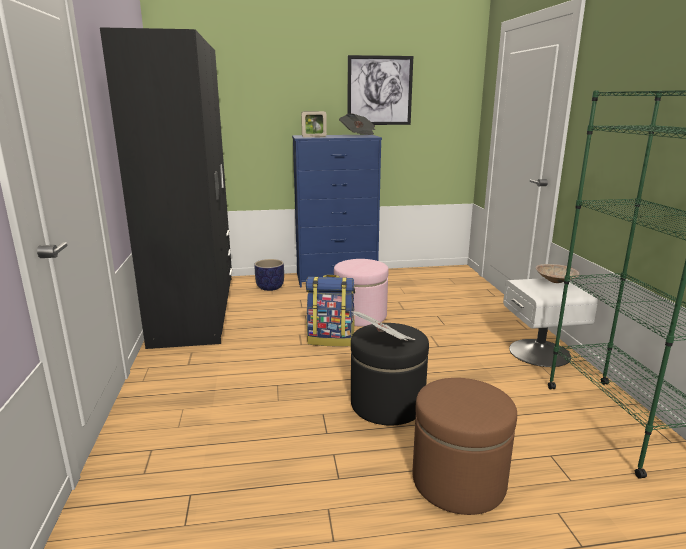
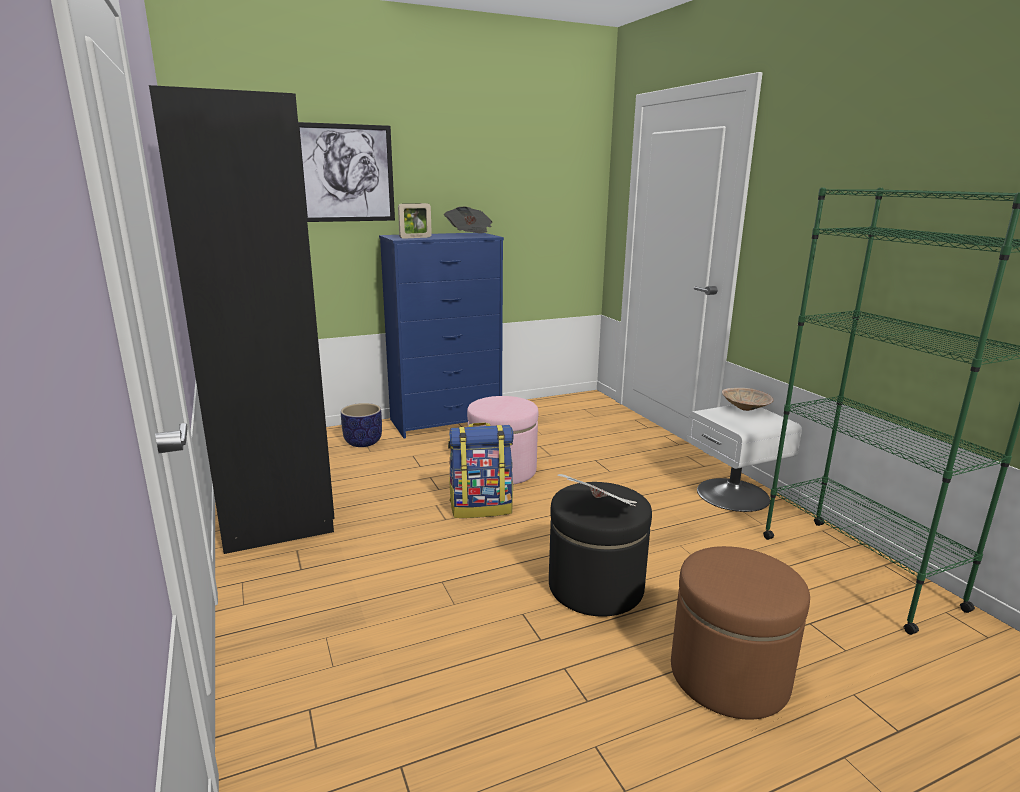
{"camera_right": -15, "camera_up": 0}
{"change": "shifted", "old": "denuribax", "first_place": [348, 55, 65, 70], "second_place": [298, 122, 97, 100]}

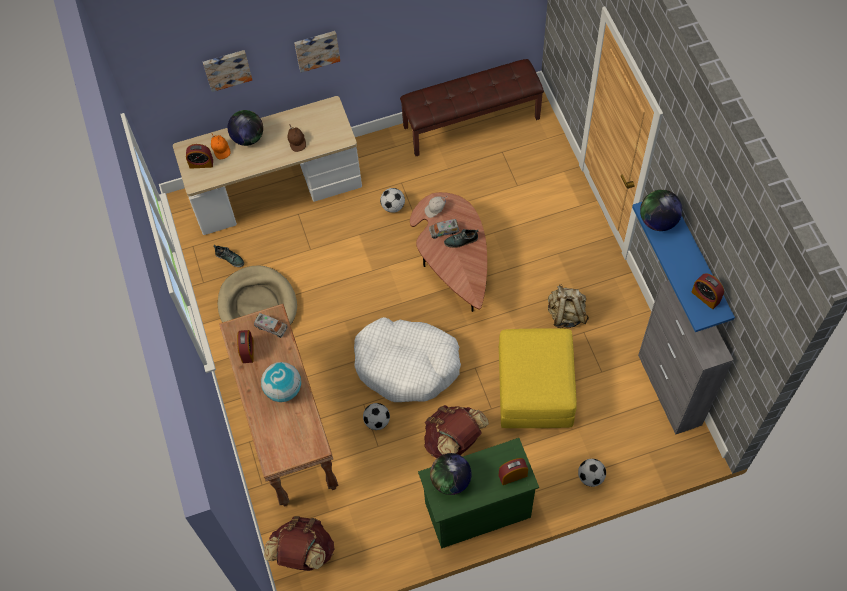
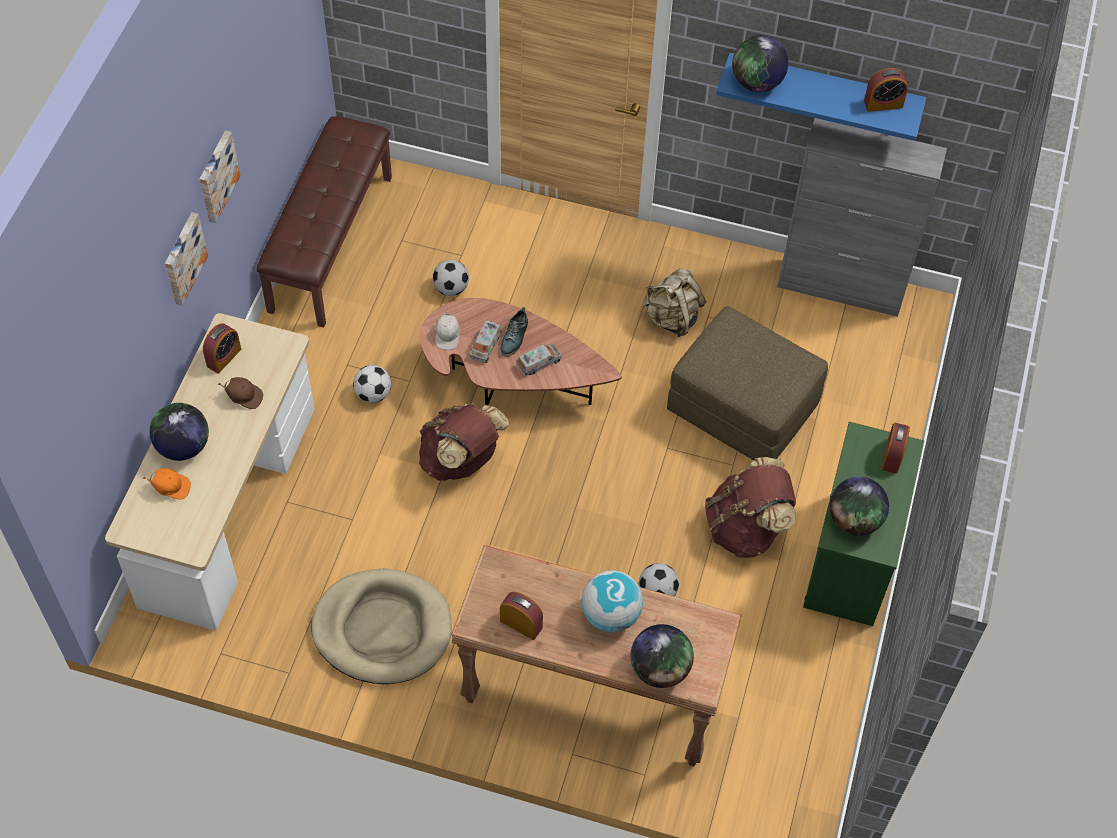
{"camera_right": -60, "camera_up": -5}
{"change": "shifted", "old": "denuribax", "first_place": [203, 50, 49, 42], "second_place": [200, 131, 40, 92]}
{"change": "shifted", "old": "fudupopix", "first_place": [186, 144, 27, 25], "second_place": [203, 323, 38, 51]}
{"change": "shifted", "old": "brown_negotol", "first_place": [264, 516, 70, 55], "second_place": [419, 403, 91, 78]}
{"change": "shifted", "old": "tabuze", "first_place": [578, 459, 28, 28], "second_place": [433, 260, 36, 36]}
{"change": "shifted", "old": "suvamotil", "first_place": [254, 313, 34, 25], "second_place": [517, 344, 45, 32]}
{"change": "new", "new": "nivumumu", "second_place": [631, 624, 63, 64]}
{"change": "repainted", "old": "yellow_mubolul", "new": "brown_mubolul", "first_place": [499, 328, 78, 100], "second_place": [667, 306, 161, 154]}
{"change": "gone", "old": "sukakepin", "first_place": [213, 245, 31, 22]}
{"change": "gone", "old": "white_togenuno", "first_place": [354, 317, 107, 85]}

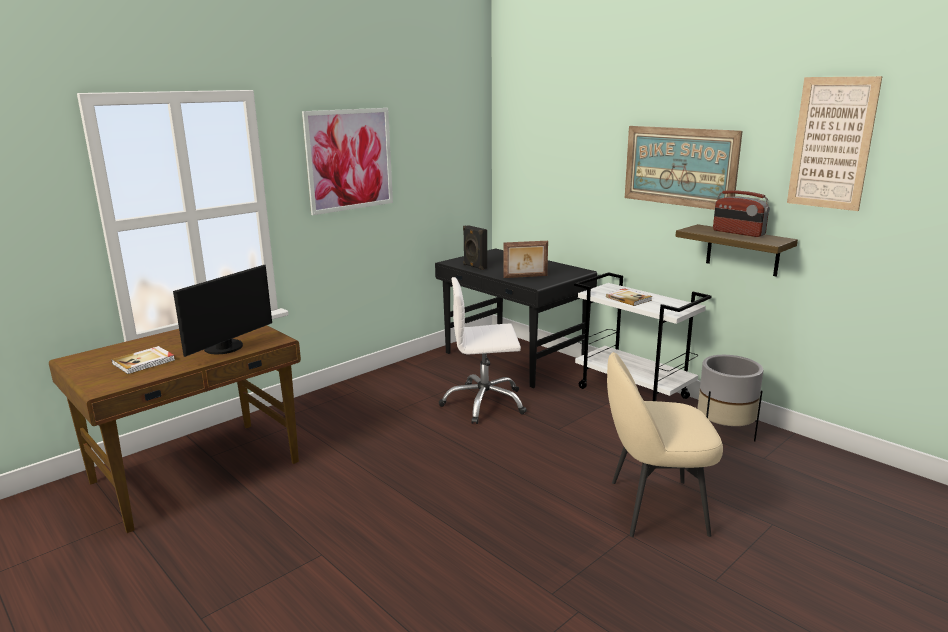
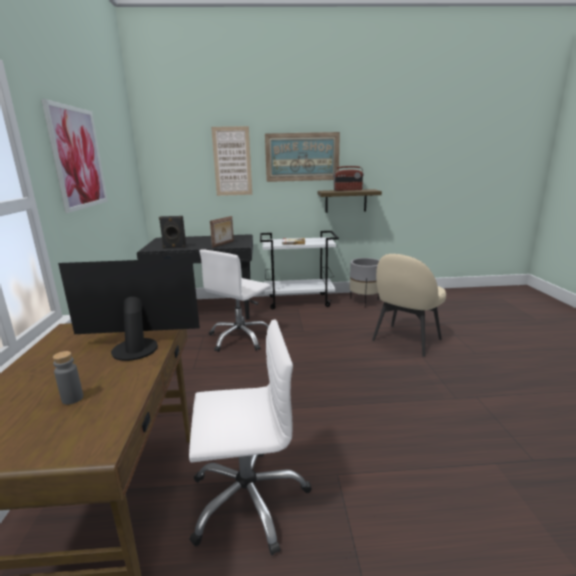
{"camera_right": -50, "camera_up": 0}
{"change": "swapped", "old": "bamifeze", "new": "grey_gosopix", "first_place": [111, 346, 64, 28], "second_place": [53, 351, 30, 54]}
{"change": "rotated", "old": "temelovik", "first_place": [173, 265, 99, 92], "second_place": [58, 258, 142, 103], "degrees": -75}
{"change": "new", "new": "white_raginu", "second_place": [189, 320, 123, 235]}
{"change": "shifted", "old": "denuribax", "first_place": [787, 76, 95, 135], "second_place": [211, 126, 41, 70]}

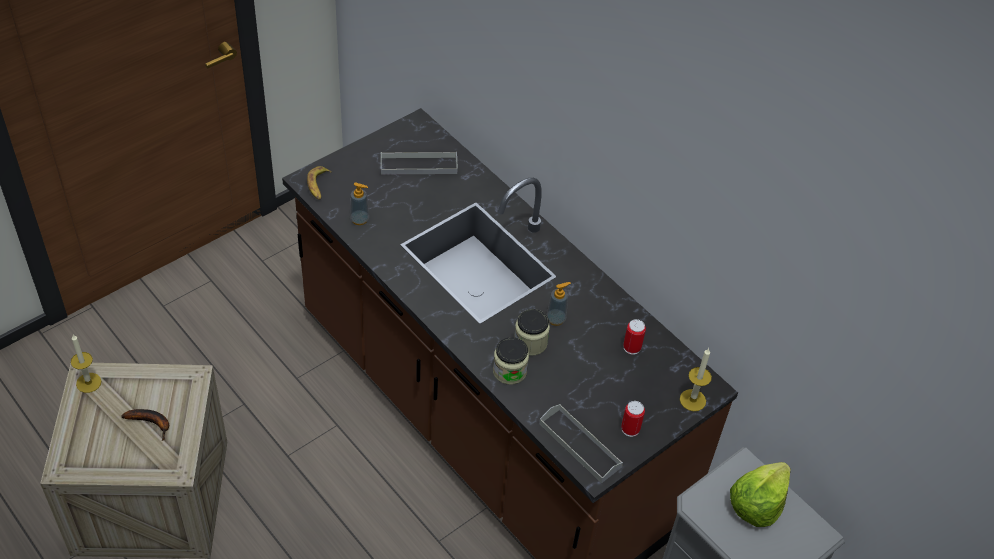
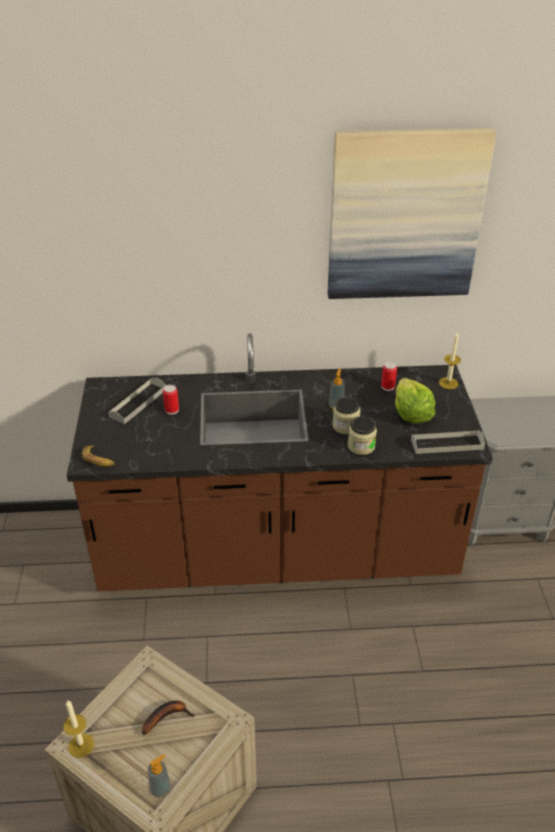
{"camera_right": -50, "camera_up": -10}
{"change": "shifted", "old": "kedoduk", "first_place": [350, 182, 19, 43], "second_place": [148, 754, 23, 44]}
{"change": "shifted", "old": "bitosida", "first_place": [621, 401, 24, 36], "second_place": [163, 385, 16, 30]}
{"change": "new", "new": "denuribax", "second_place": [328, 128, 168, 171]}
{"change": "shifted", "old": "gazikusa", "first_place": [730, 462, 61, 65], "second_place": [395, 378, 41, 46]}

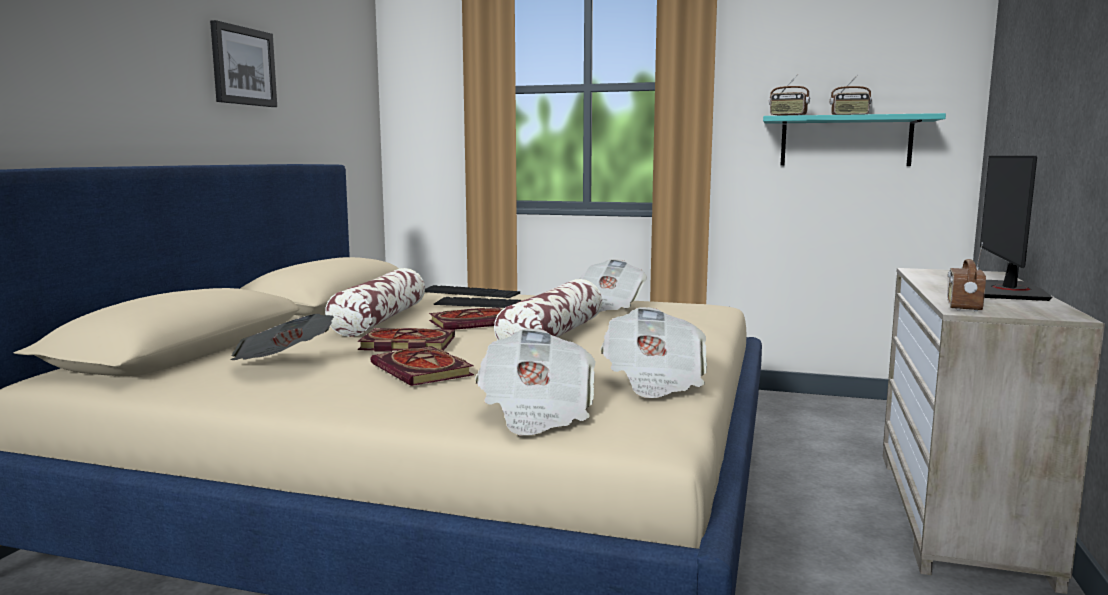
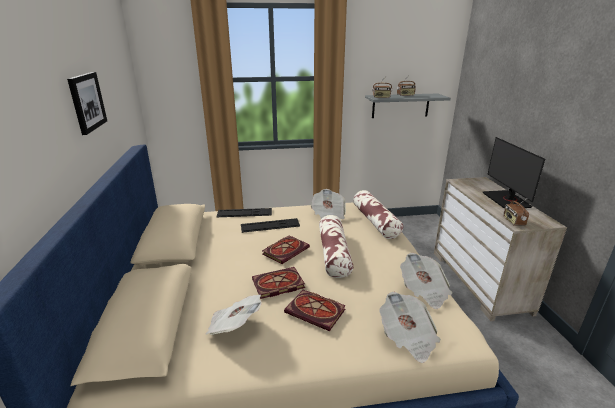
{"camera_right": -25, "camera_up": 15}
{"change": "shifted", "old": "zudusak", "first_place": [325, 268, 100, 69], "second_place": [353, 190, 50, 49]}
{"change": "repainted", "old": "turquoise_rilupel", "new": "grey_rilupel", "first_place": [763, 113, 183, 53], "second_place": [365, 94, 86, 24]}

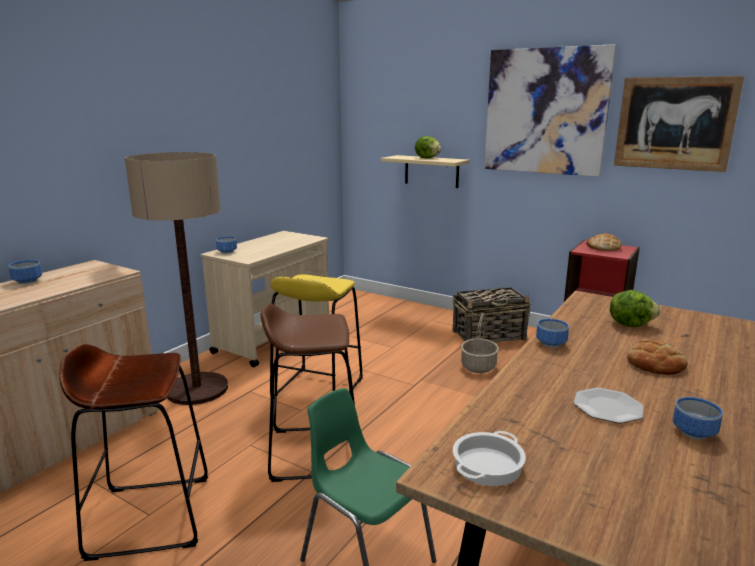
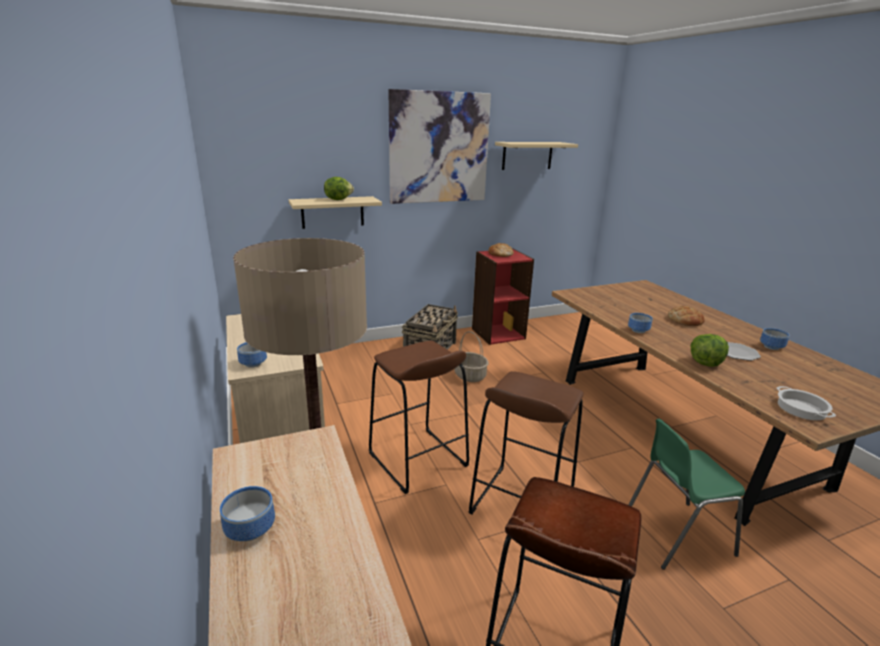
{"camera_right": -55, "camera_up": 5}
{"change": "repainted", "old": "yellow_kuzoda", "new": "brown_kuzoda", "first_place": [270, 274, 93, 123], "second_place": [369, 341, 100, 153]}
{"change": "swapped", "old": "denuribax", "new": "beige_rilupel", "first_place": [614, 76, 130, 96], "second_place": [495, 142, 83, 28]}
{"change": "shifted", "old": "gazikusa", "first_place": [610, 290, 50, 37], "second_place": [691, 334, 38, 33]}

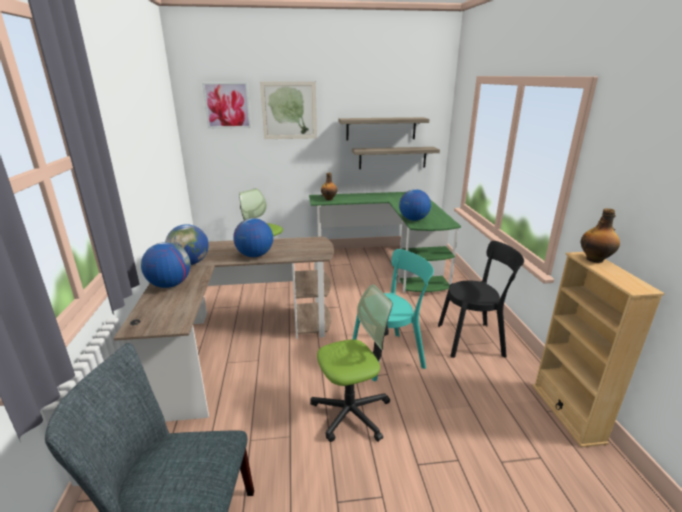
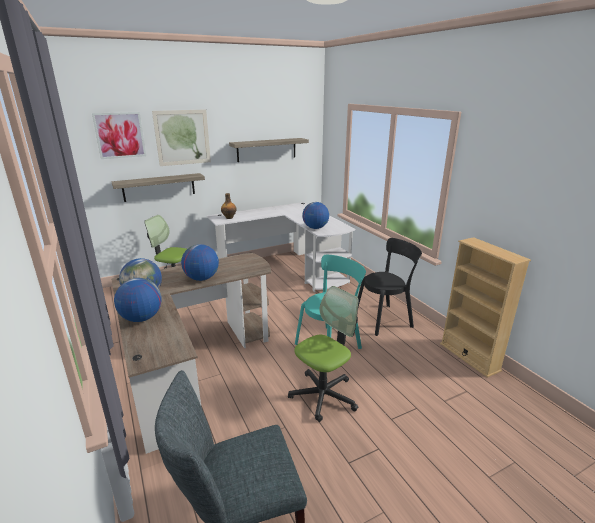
{"camera_right": -20, "camera_up": 0}
{"change": "shifted", "old": "rilupel", "first_place": [352, 147, 88, 22], "second_place": [112, 173, 93, 29]}
{"change": "repainted", "old": "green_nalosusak", "new": "white_nalosusak", "first_place": [309, 192, 152, 101], "second_place": [207, 202, 148, 90]}
{"change": "gone", "old": "gosopix", "first_place": [581, 208, 39, 55]}

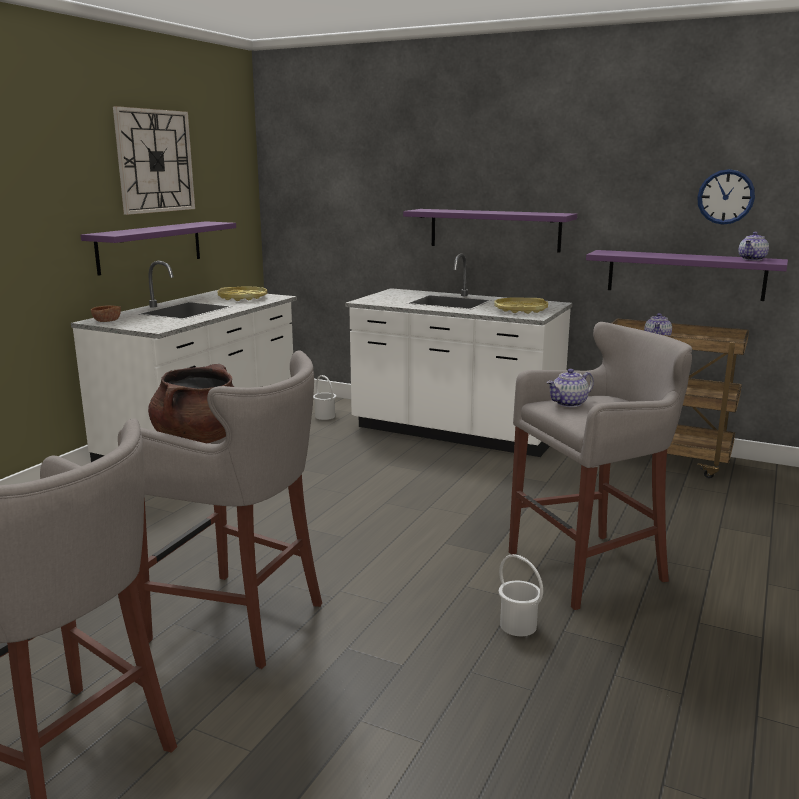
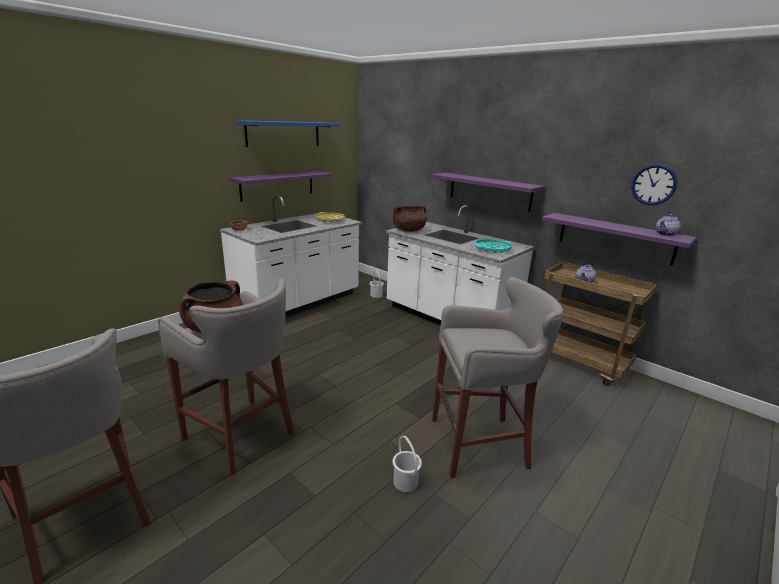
{"camera_right": 15, "camera_up": 5}
{"change": "swapped", "old": "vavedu", "new": "blue_rilupel", "first_place": [113, 106, 82, 109], "second_place": [235, 120, 105, 27]}
{"change": "new", "new": "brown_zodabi", "second_place": [393, 205, 34, 27]}
{"change": "repainted", "old": "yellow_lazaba", "new": "turquoise_lazaba", "first_place": [494, 297, 54, 17], "second_place": [475, 239, 37, 14]}
{"change": "gone", "old": "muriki", "first_place": [546, 369, 48, 38]}

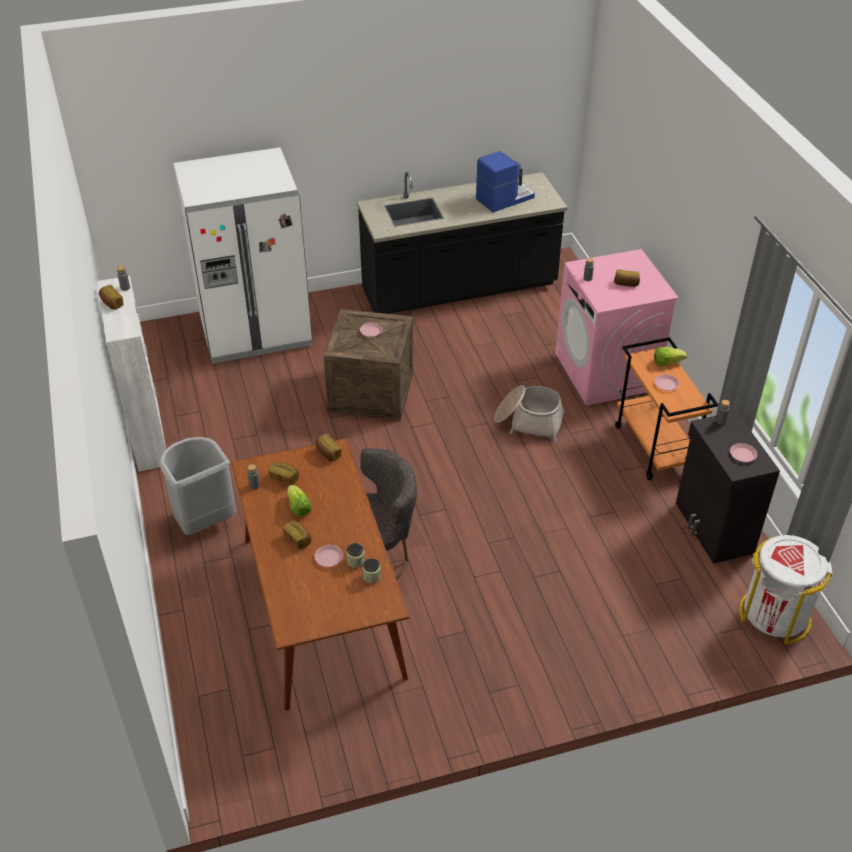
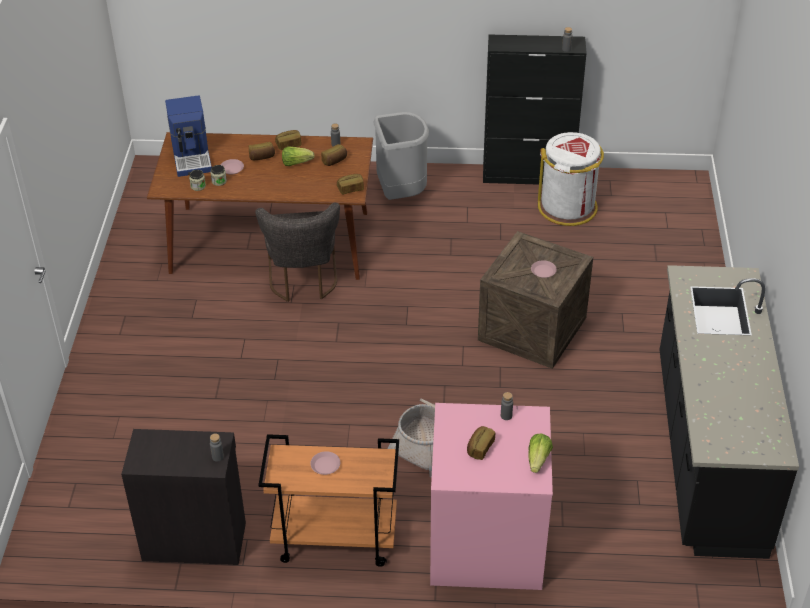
{"camera_right": 110, "camera_up": 0}
{"change": "shifted", "old": "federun", "first_place": [476, 151, 59, 61], "second_place": [165, 95, 47, 82]}
{"change": "shifted", "old": "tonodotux", "first_place": [99, 285, 25, 25], "second_place": [275, 130, 26, 20]}
{"change": "repainted", "old": "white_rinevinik", "new": "black_rinevinik", "first_place": [98, 276, 68, 196], "second_place": [483, 35, 104, 150]}
{"change": "shifted", "old": "gazikusa", "first_place": [654, 347, 33, 19], "second_place": [528, 433, 25, 40]}
{"change": "shifted", "old": "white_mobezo", "first_place": [739, 535, 94, 110], "second_place": [538, 132, 66, 94]}
{"change": "gone", "old": "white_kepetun", "first_place": [173, 147, 139, 216]}
{"change": "gone", "old": "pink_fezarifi", "first_place": [730, 443, 27, 19]}

